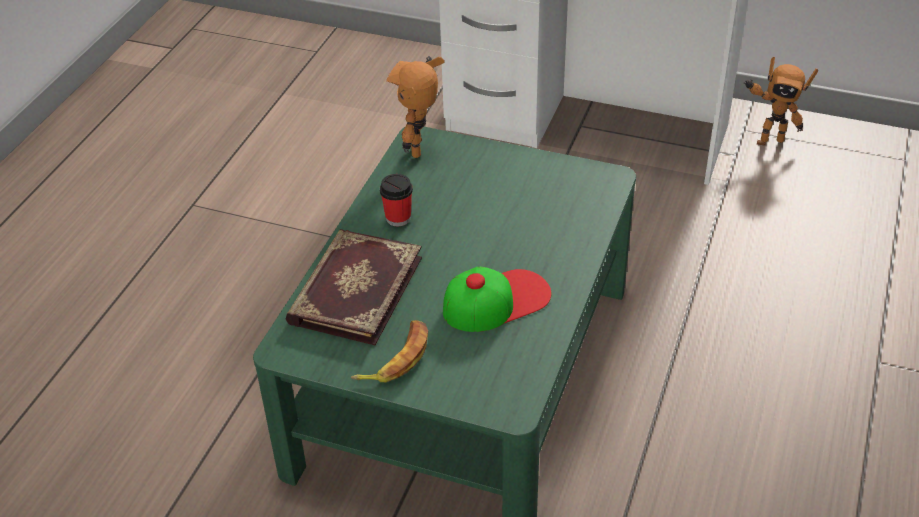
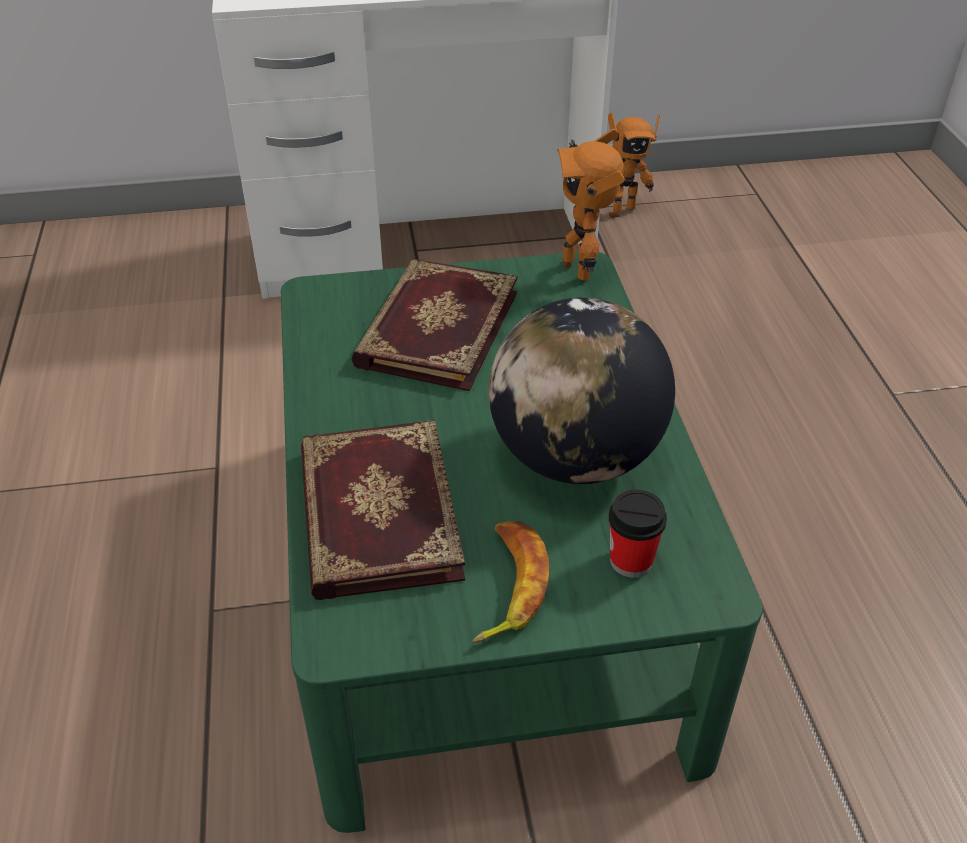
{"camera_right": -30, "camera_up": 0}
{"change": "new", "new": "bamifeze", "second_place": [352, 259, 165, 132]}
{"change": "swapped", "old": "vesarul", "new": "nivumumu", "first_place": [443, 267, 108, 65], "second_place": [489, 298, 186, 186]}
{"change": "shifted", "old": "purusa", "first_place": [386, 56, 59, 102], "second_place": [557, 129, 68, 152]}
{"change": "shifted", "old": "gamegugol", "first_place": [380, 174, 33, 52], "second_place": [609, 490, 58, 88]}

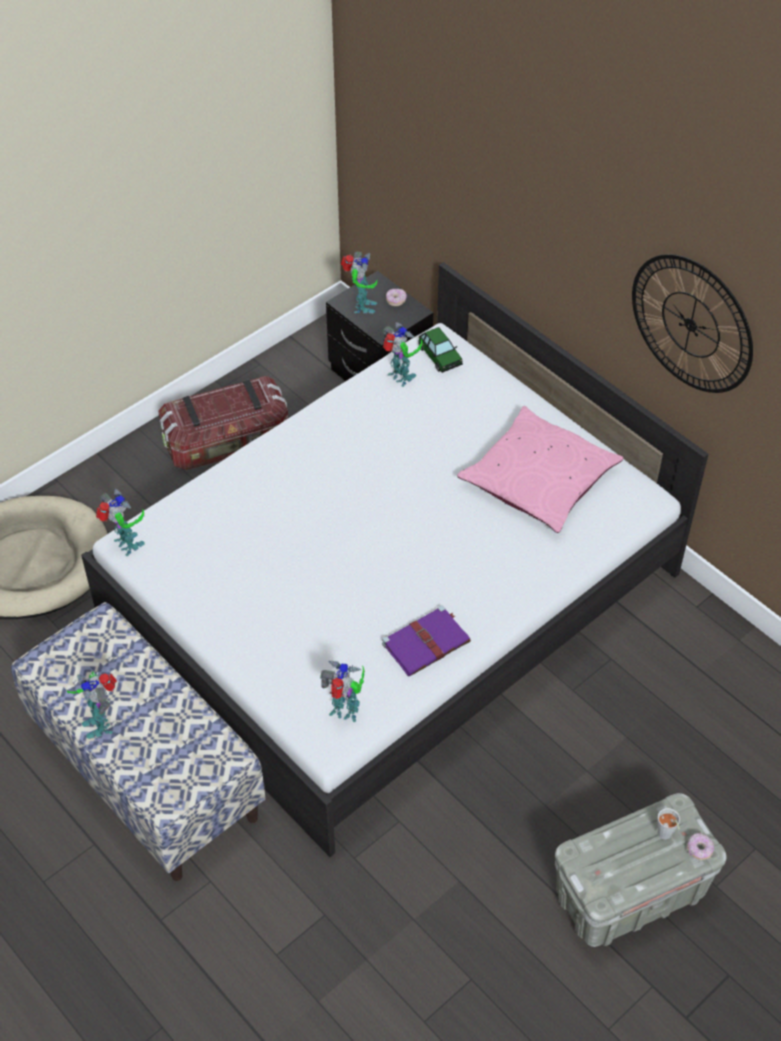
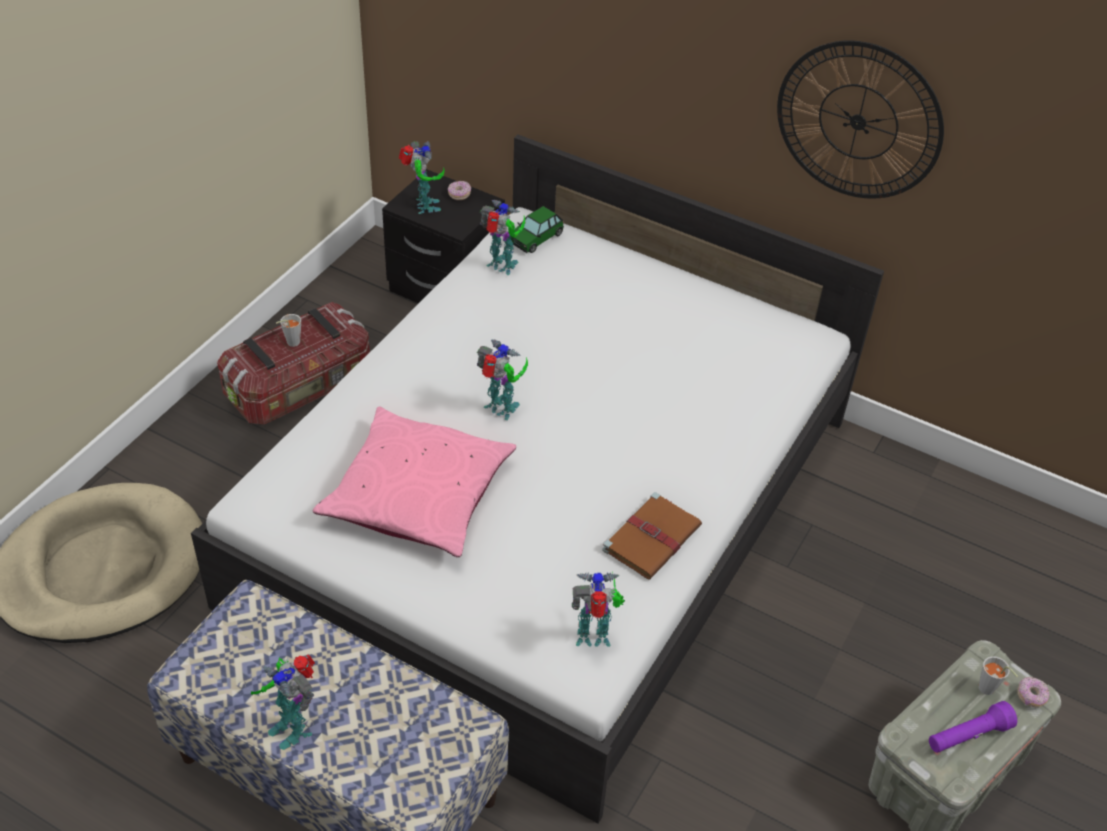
{"camera_right": -20, "camera_up": -5}
{"change": "new", "new": "grey_gamegugol", "second_place": [276, 314, 25, 33]}
{"change": "shifted", "old": "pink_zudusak", "first_place": [457, 406, 166, 127], "second_place": [313, 406, 203, 151]}
{"change": "shifted", "old": "purusa", "first_place": [96, 489, 48, 67], "second_place": [477, 339, 51, 81]}
{"change": "rotated", "old": "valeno", "first_place": [418, 327, 45, 46], "second_place": [511, 206, 53, 47], "degrees": 90}
{"change": "repainted", "old": "purple_bamifeze", "new": "brown_bamifeze", "first_place": [382, 605, 89, 71], "second_place": [602, 492, 100, 88]}
{"change": "new", "new": "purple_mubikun", "second_place": [929, 701, 88, 52]}

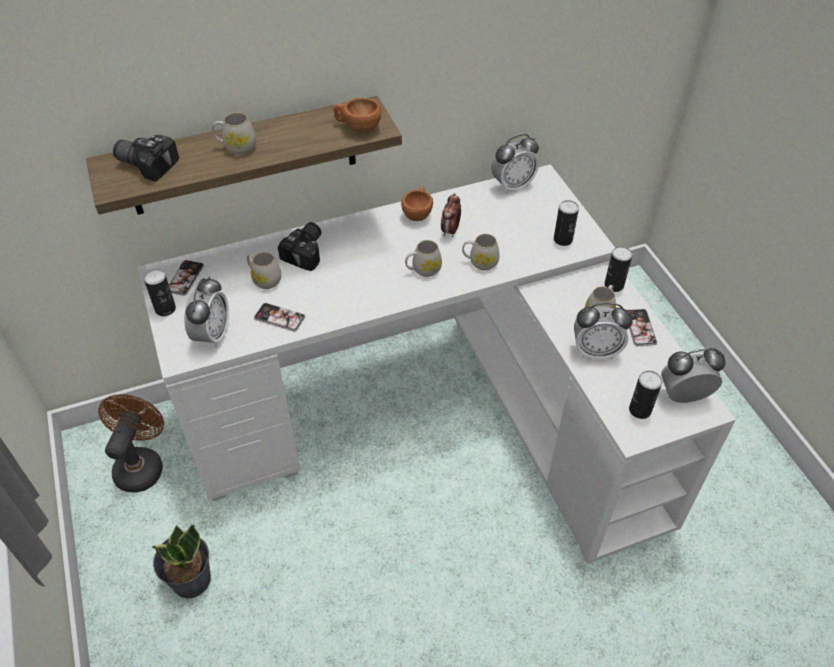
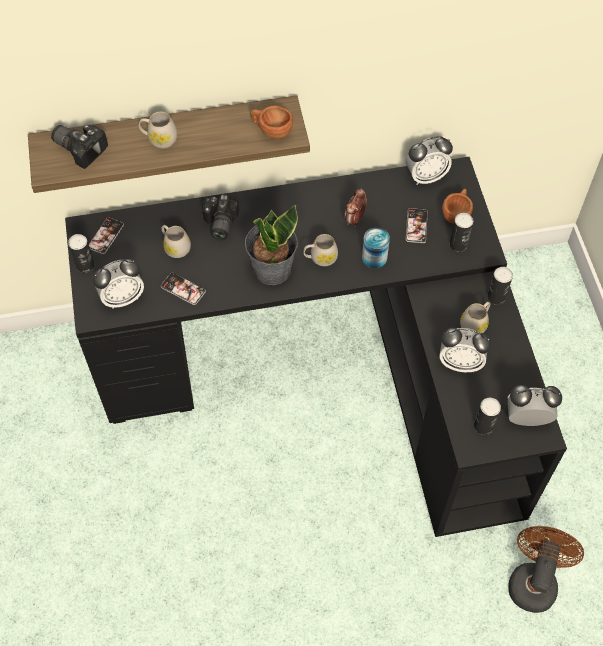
{"camera_right": 10, "camera_up": 10}
{"change": "repainted", "old": "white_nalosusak", "new": "black_nalosusak", "first_place": [137, 164, 599, 399], "second_place": [65, 157, 502, 380]}
{"change": "rotated", "old": "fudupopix", "first_place": [184, 277, 45, 71], "second_place": [92, 259, 52, 50], "degrees": 45}
{"change": "rotated", "old": "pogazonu", "first_place": [278, 222, 43, 49], "second_place": [202, 194, 37, 46], "degrees": 150}
{"change": "shifted", "old": "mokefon", "first_place": [152, 524, 59, 75], "second_place": [245, 205, 53, 80]}
{"change": "swapped", "old": "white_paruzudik", "new": "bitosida", "first_place": [462, 234, 38, 36], "second_place": [362, 228, 28, 40]}
{"change": "shifted", "old": "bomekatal", "first_place": [627, 309, 30, 37], "second_place": [406, 208, 22, 35]}
{"change": "shifted", "old": "brown_gamegugol", "first_place": [401, 186, 32, 35], "second_place": [442, 189, 31, 35]}
{"change": "shifted", "old": "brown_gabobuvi", "first_place": [98, 394, 66, 98], "second_place": [508, 526, 76, 87]}

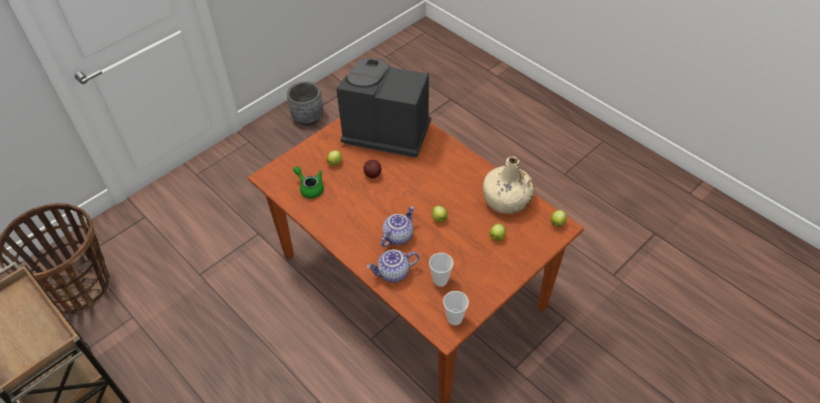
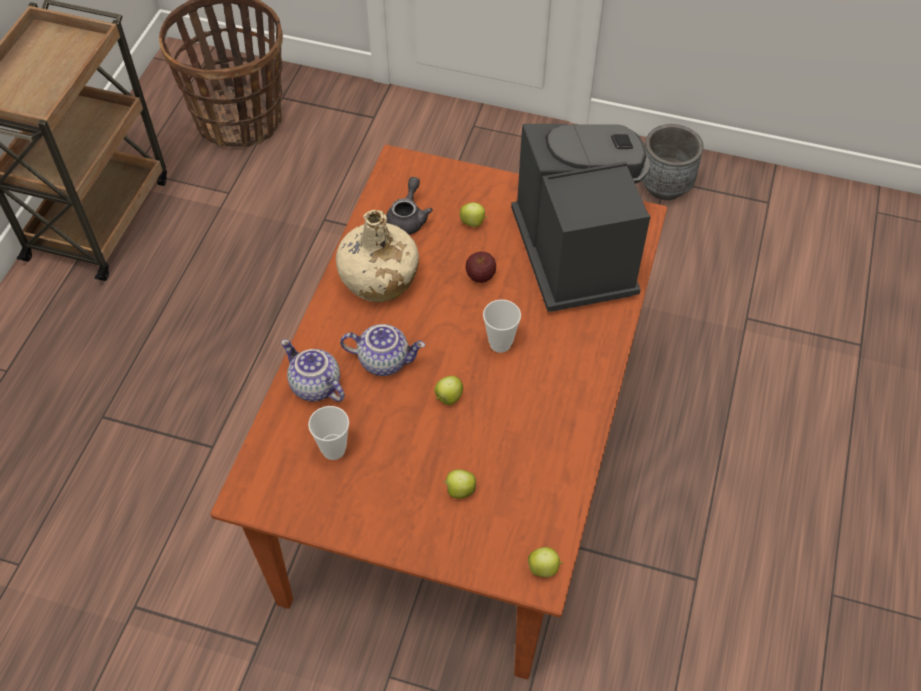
{"camera_right": 60, "camera_up": 5}
{"change": "shifted", "old": "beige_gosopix", "first_place": [483, 156, 51, 58], "second_place": [336, 210, 83, 92]}
{"change": "repainted", "old": "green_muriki", "new": "grey_muriki", "first_place": [293, 166, 31, 32], "second_place": [386, 177, 47, 58]}
{"change": "shifted", "old": "gamegugol", "first_place": [443, 291, 26, 34], "second_place": [483, 300, 38, 53]}

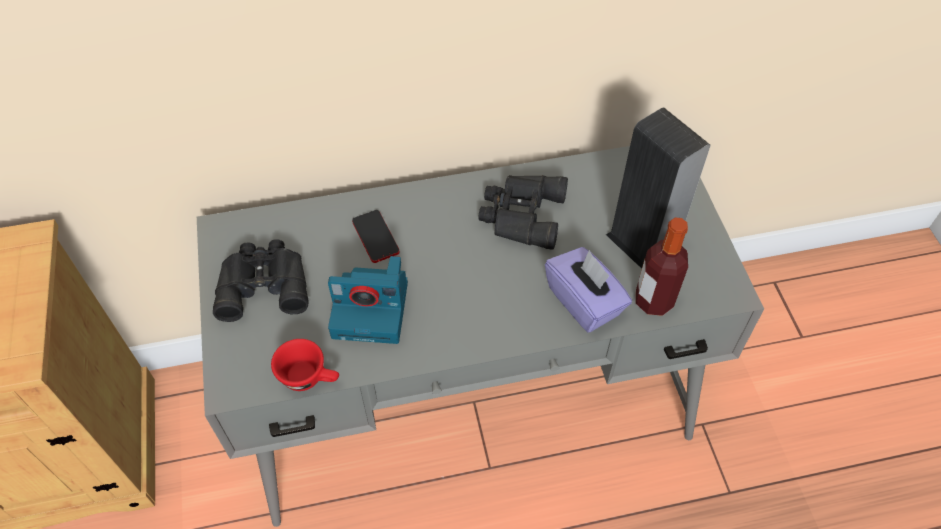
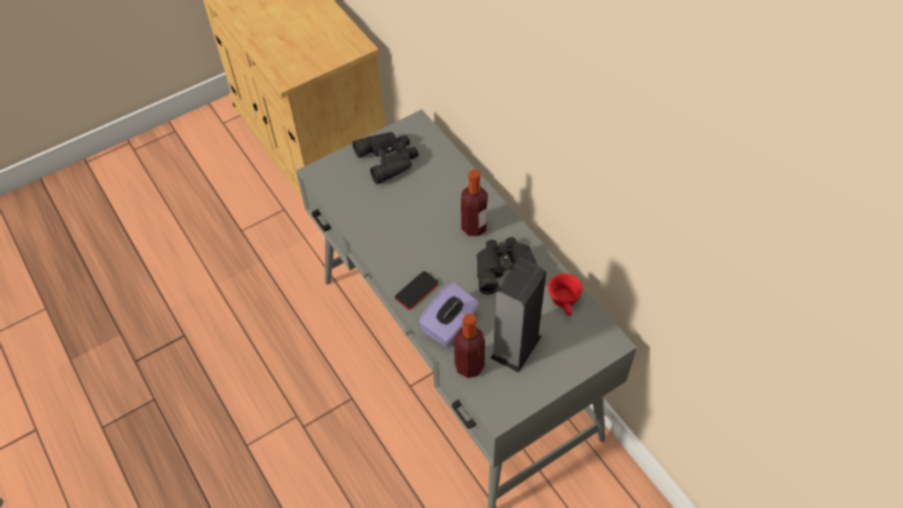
{"camera_right": 70, "camera_up": 0}
{"change": "shifted", "old": "bomekatal", "first_place": [352, 210, 47, 53], "second_place": [395, 271, 44, 39]}
{"change": "new", "new": "gosopix", "second_place": [461, 170, 27, 67]}
{"change": "shifted", "old": "red_gamegugol", "first_place": [271, 339, 68, 52], "second_place": [548, 273, 35, 43]}
{"change": "gone", "old": "pogazonu", "first_place": [328, 256, 80, 88]}

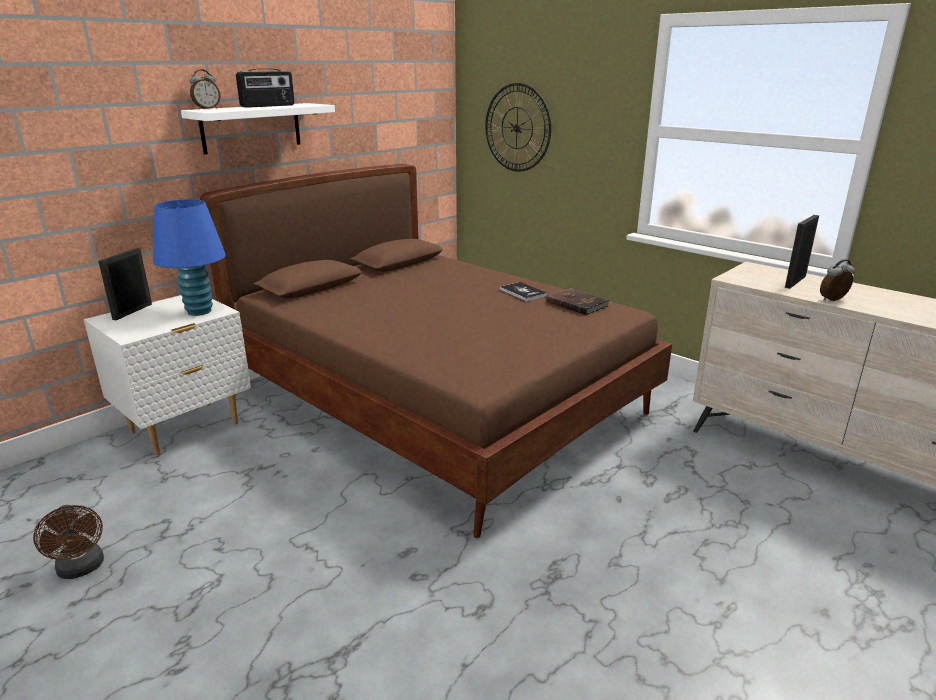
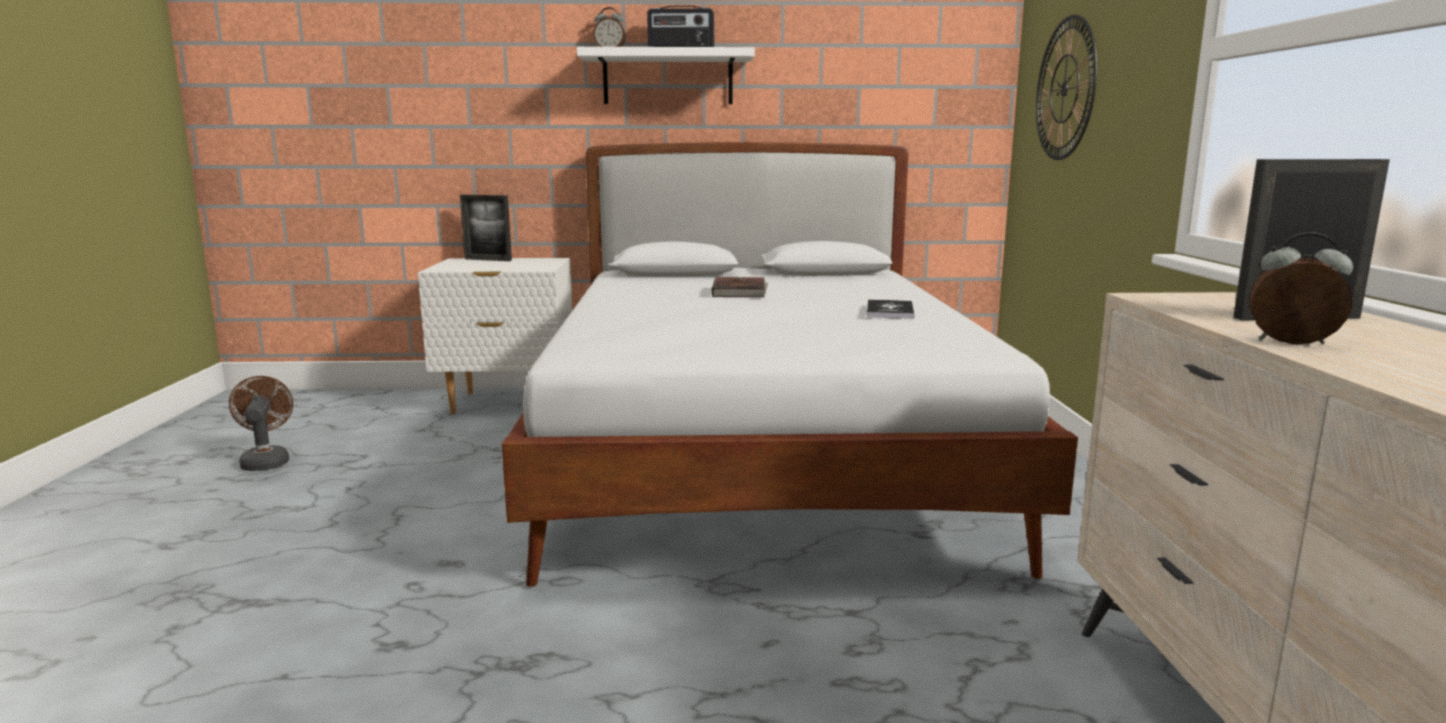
{"camera_right": 45, "camera_up": -10}
{"change": "rotated", "old": "brown_gabobuvi", "first_place": [33, 505, 71, 74], "second_place": [229, 376, 64, 95], "degrees": 150}
{"change": "rotated", "old": "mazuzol", "first_place": [98, 248, 54, 72], "second_place": [460, 195, 52, 66], "degrees": -135}
{"change": "repainted", "old": "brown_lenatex", "new": "white_lenatex", "first_place": [200, 164, 472, 374], "second_place": [502, 142, 576, 445]}
{"change": "shifted", "old": "brown_bamifeze", "first_place": [546, 288, 64, 27], "second_place": [711, 277, 57, 20]}
{"change": "gone", "old": "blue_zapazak", "first_place": [153, 199, 73, 117]}

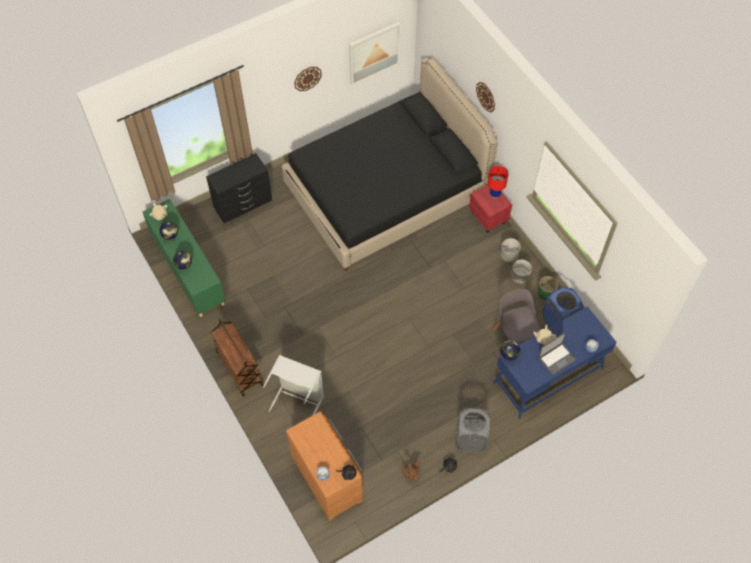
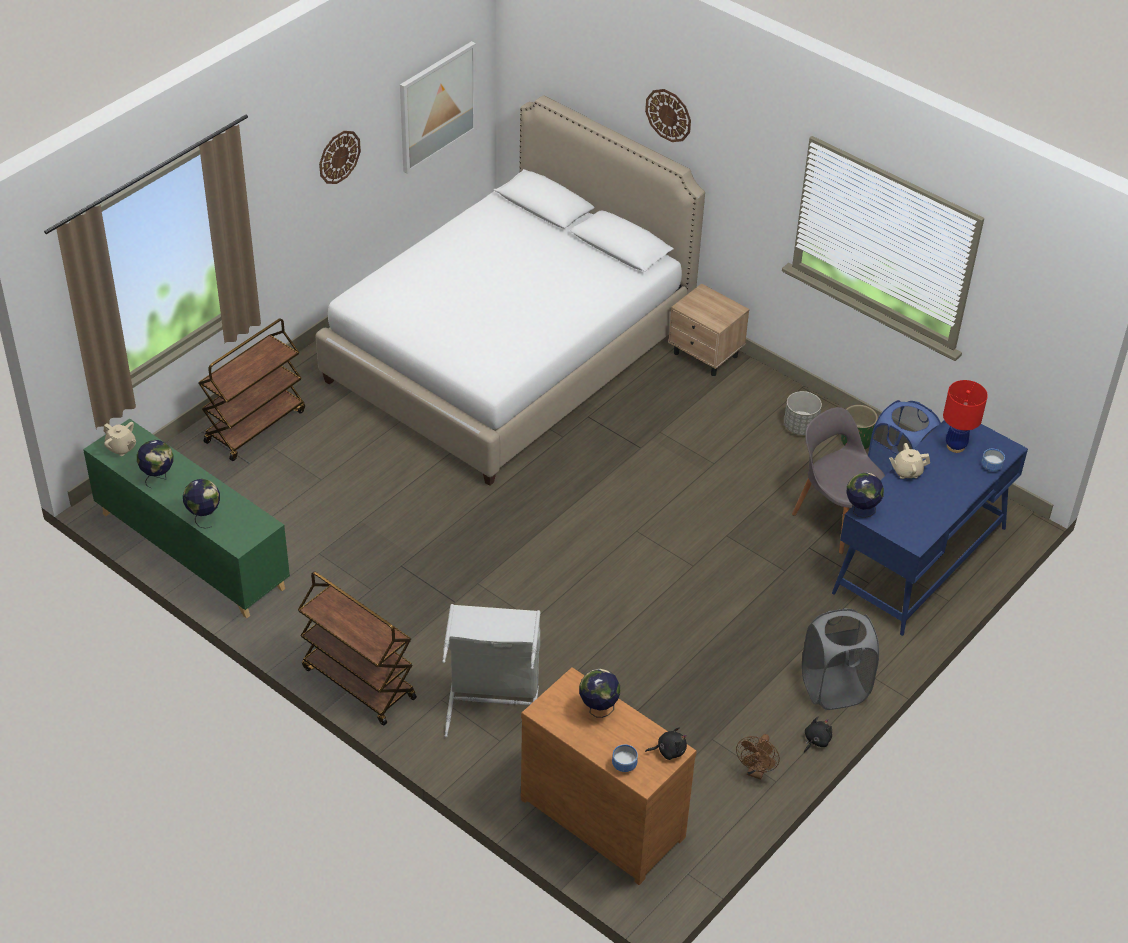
{"camera_right": -20, "camera_up": -15}
{"change": "swapped", "old": "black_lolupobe", "new": "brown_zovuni", "first_place": [206, 153, 66, 70], "second_place": [198, 318, 107, 143]}
{"change": "repainted", "old": "black_lenatex", "new": "white_lenatex", "first_place": [282, 58, 216, 213], "second_place": [315, 96, 390, 390]}
{"change": "new", "new": "nivumumu", "second_place": [579, 669, 41, 49]}
{"change": "repainted", "old": "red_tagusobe", "new": "beige_tagusobe", "first_place": [469, 185, 43, 48], "second_place": [668, 283, 81, 93]}
{"change": "shifted", "old": "red_zapazak", "first_place": [488, 166, 21, 32], "second_place": [943, 380, 45, 73]}
{"change": "gone", "old": "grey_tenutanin", "first_place": [500, 238, 20, 24]}
{"change": "gone", "old": "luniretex", "first_place": [538, 332, 38, 43]}

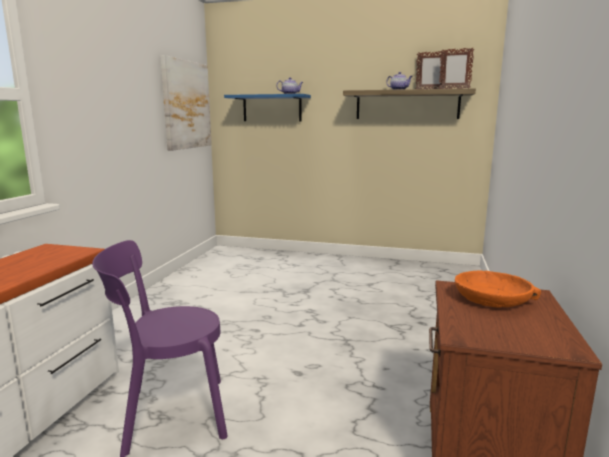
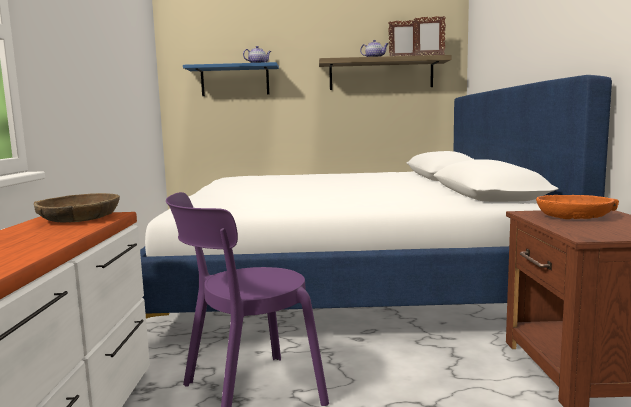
{"camera_right": -15, "camera_up": -5}
{"change": "new", "new": "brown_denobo", "second_place": [34, 193, 86, 29]}
{"change": "new", "new": "white_lenatex", "second_place": [140, 75, 472, 243]}
{"change": "gone", "old": "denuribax", "first_place": [160, 55, 52, 96]}

